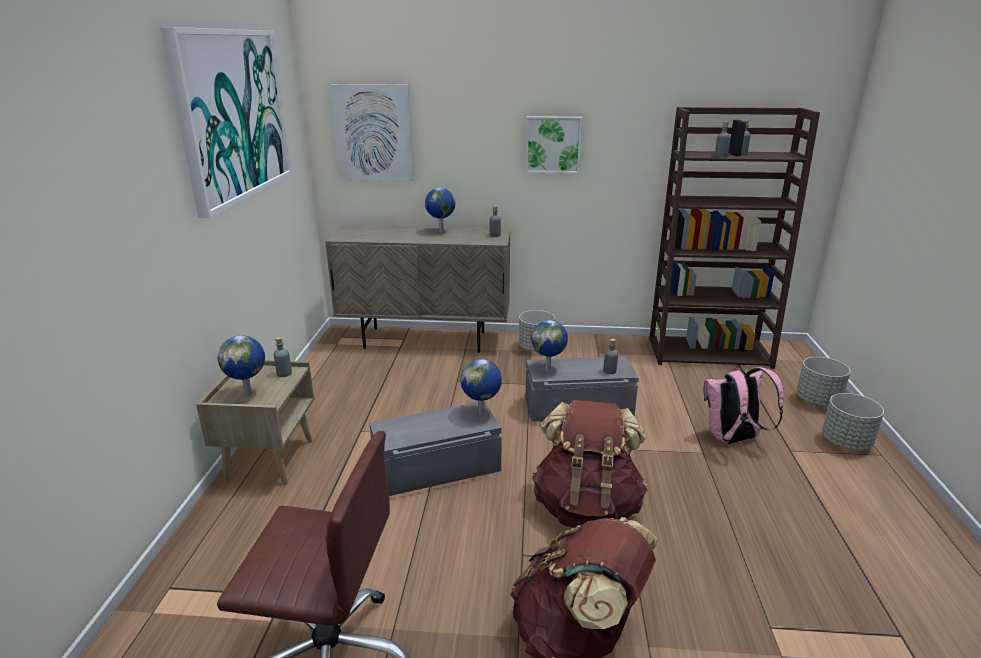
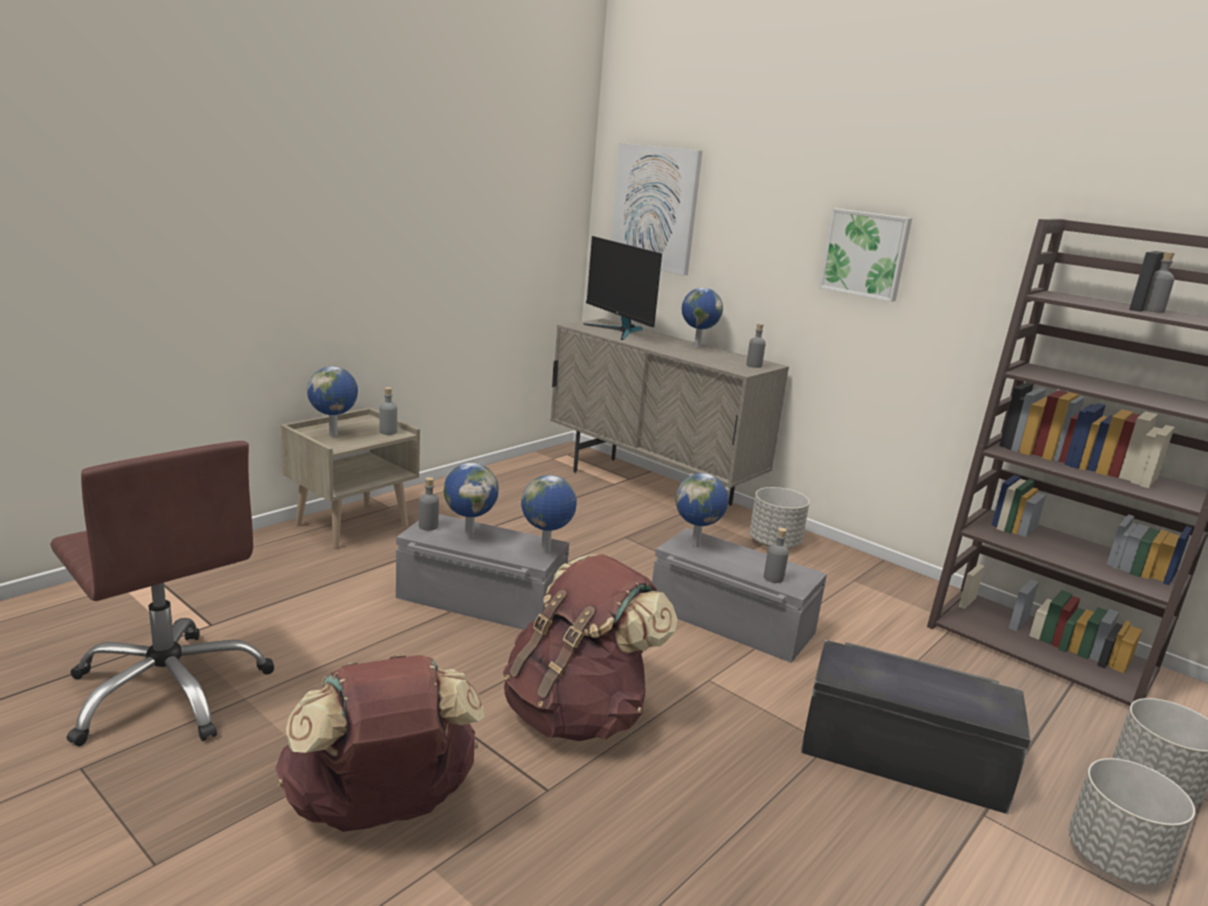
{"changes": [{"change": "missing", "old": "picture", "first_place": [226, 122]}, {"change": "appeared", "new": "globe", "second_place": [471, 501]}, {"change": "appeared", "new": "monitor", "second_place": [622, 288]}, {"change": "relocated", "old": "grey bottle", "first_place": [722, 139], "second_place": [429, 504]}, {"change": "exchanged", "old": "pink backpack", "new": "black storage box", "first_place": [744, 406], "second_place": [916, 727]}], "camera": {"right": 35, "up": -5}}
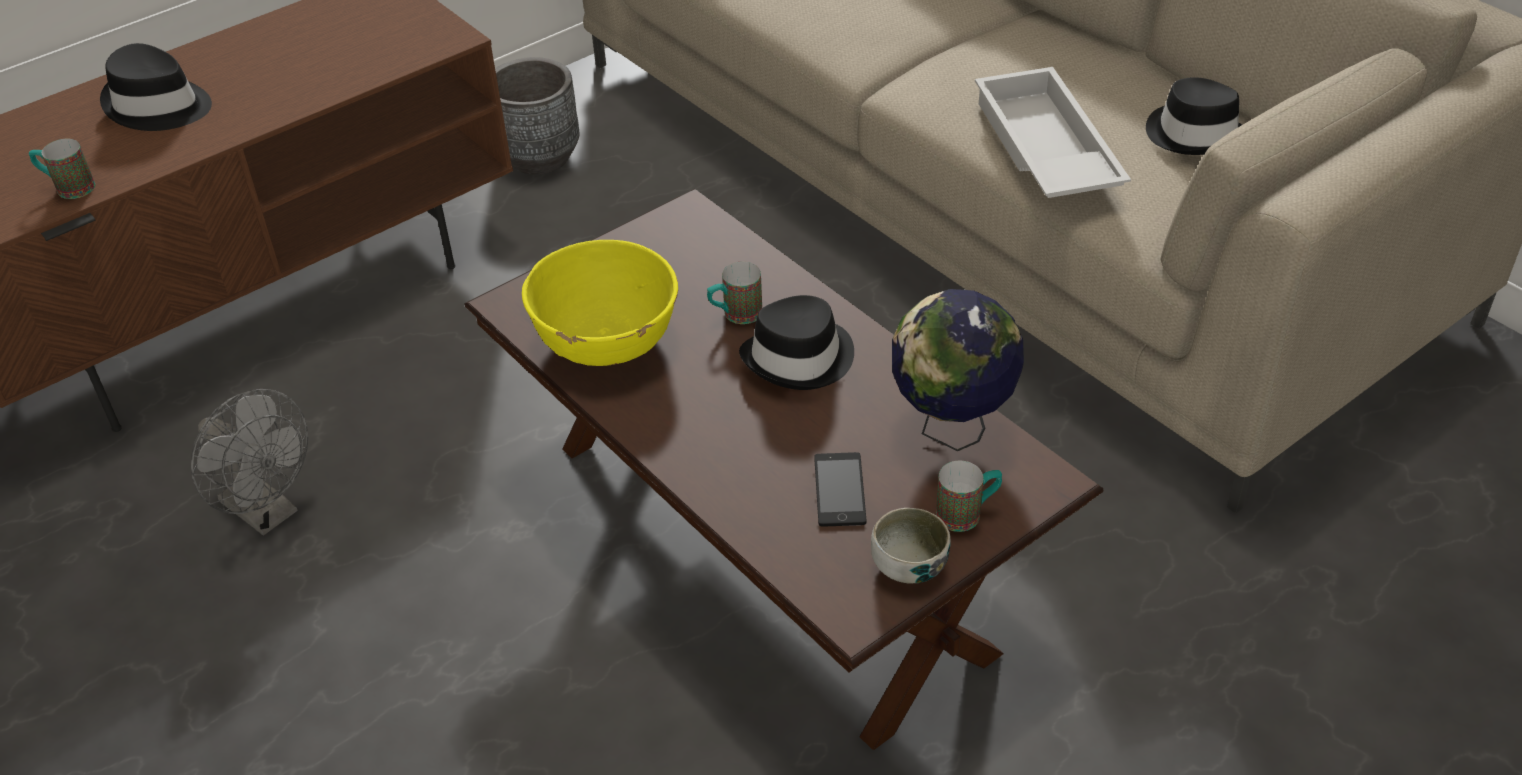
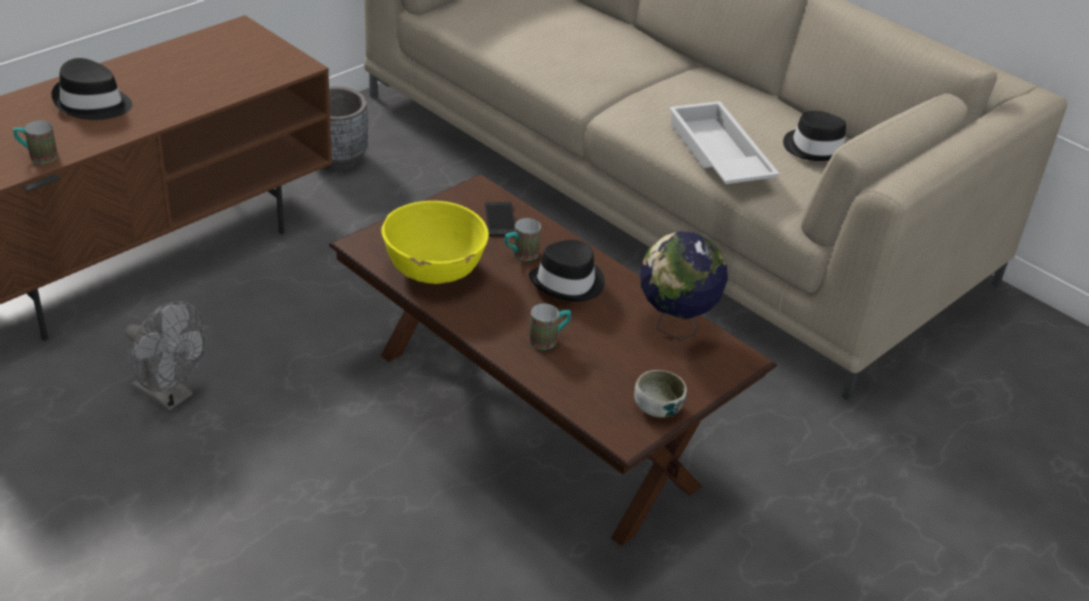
{"changes": [{"change": "relocated", "old": "phone", "first_place": [840, 489], "second_place": [500, 219]}, {"change": "relocated", "old": "mug", "first_place": [969, 496], "second_place": [550, 327]}], "camera": {"right": -10, "up": -5}}
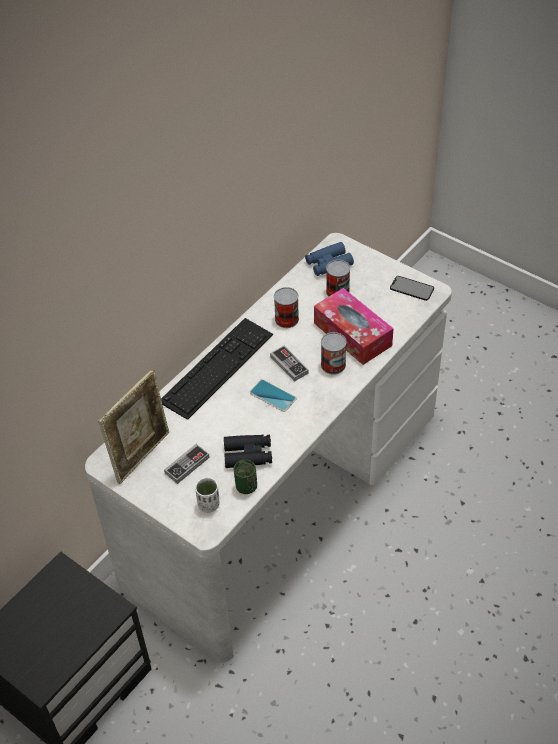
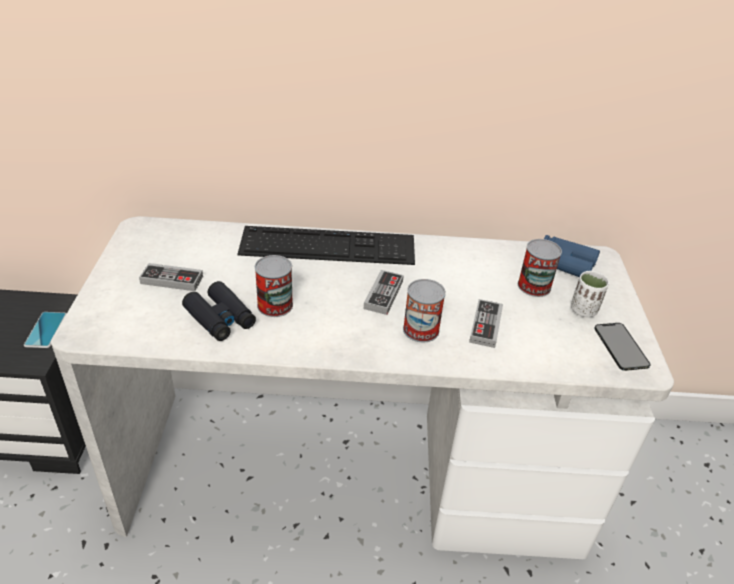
{"changes": [{"change": "missing", "old": "picture frame", "first_place": [133, 426]}, {"change": "missing", "old": "green cup", "first_place": [245, 477]}, {"change": "relocated", "old": "white cup", "first_place": [207, 495], "second_place": [590, 294]}, {"change": "relocated", "old": "phone", "first_place": [273, 395], "second_place": [45, 330]}, {"change": "relocated", "old": "can", "first_place": [286, 307], "second_place": [274, 286]}, {"change": "exchanged", "old": "tissue box", "new": "game controller", "first_place": [354, 326], "second_place": [486, 323]}], "camera": {"right": 50, "up": -10}}
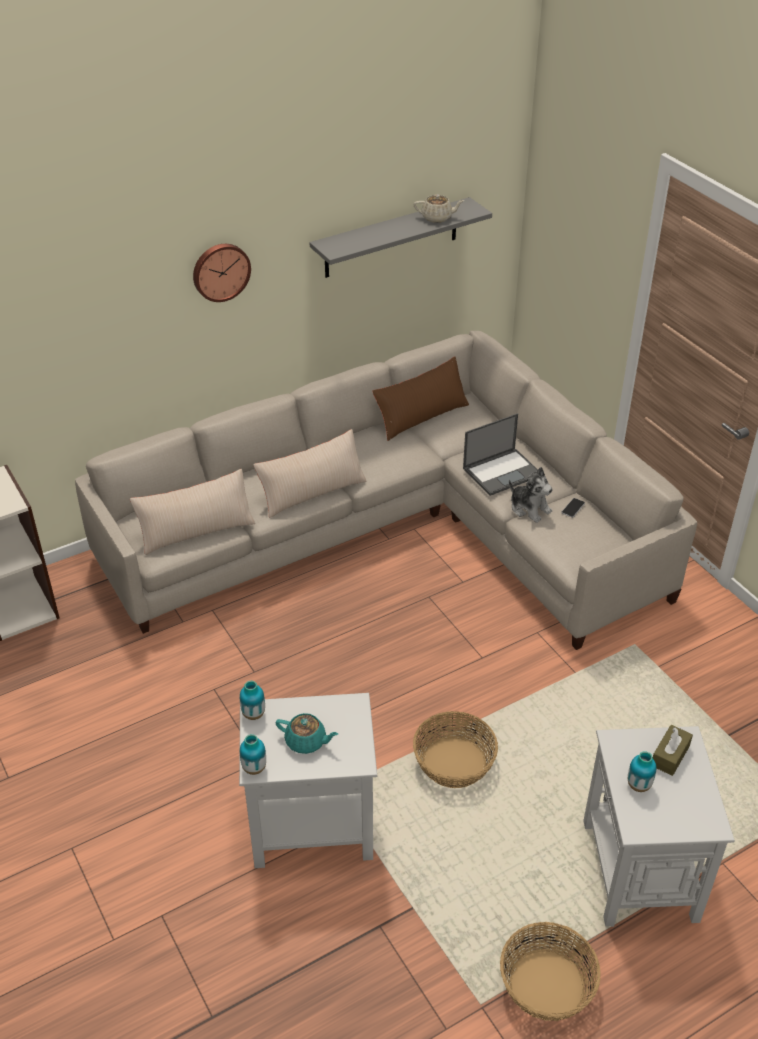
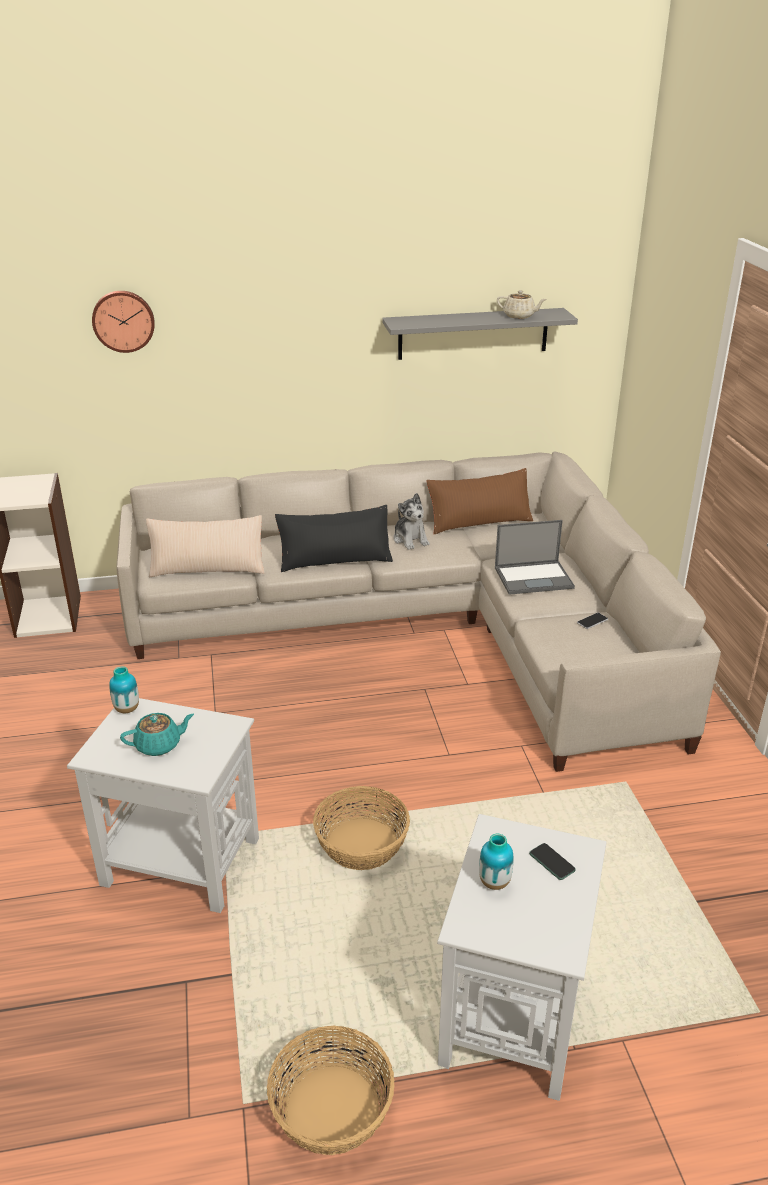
{"changes": [{"change": "missing", "old": "vase", "first_place": [253, 754]}, {"change": "relocated", "old": "wall clock", "first_place": [222, 273], "second_place": [123, 322]}, {"change": "relocated", "old": "plush toy", "first_place": [531, 495], "second_place": [411, 521]}, {"change": "exchanged", "old": "brown tissue box", "new": "phone", "first_place": [673, 750], "second_place": [552, 861]}, {"change": "colour", "old": "beige pillow", "new": "black pillow", "first_place": [309, 473], "second_place": [334, 538]}, {"change": "spun", "old": "turquoise teapot", "first_place": [307, 733], "second_place": [157, 734], "degrees": -60}], "camera": {"right": 20, "up": -10}}
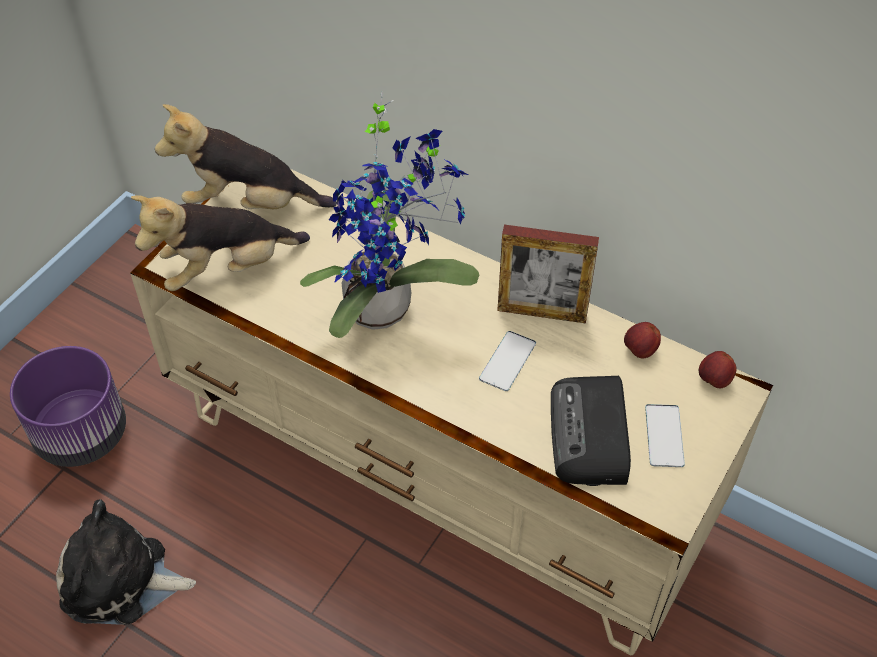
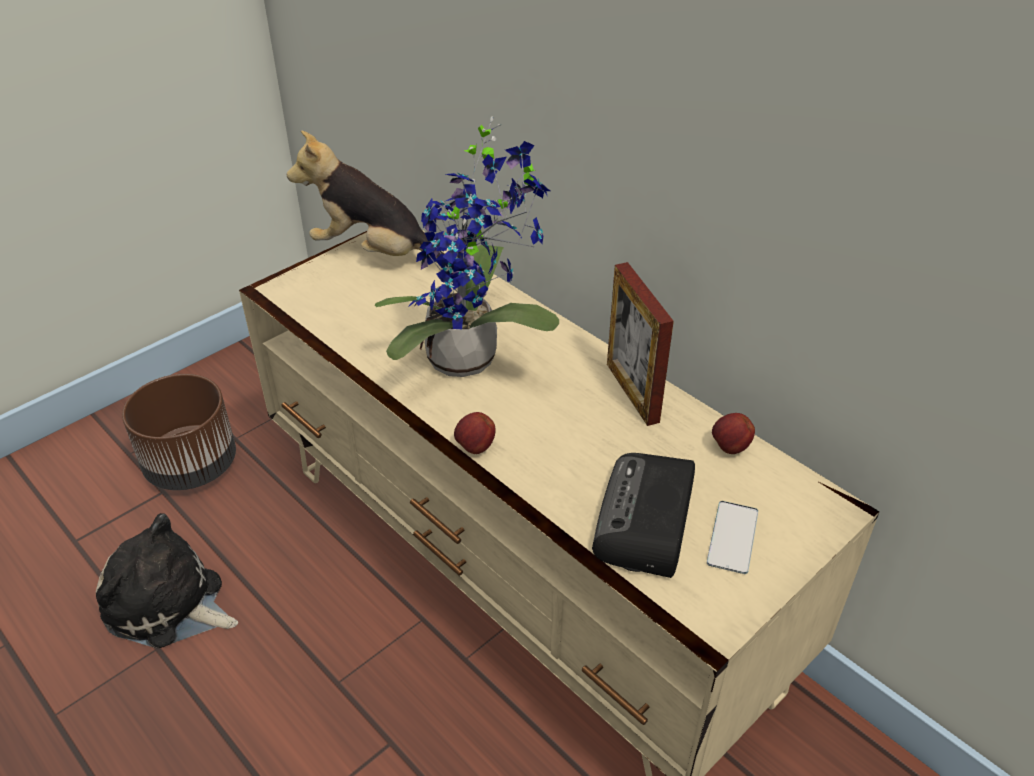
{"changes": [{"change": "missing", "old": "plush toy", "first_place": [220, 243]}, {"change": "missing", "old": "phone", "first_place": [507, 361]}, {"change": "relocated", "old": "apple", "first_place": [718, 369], "second_place": [474, 433]}, {"change": "colour", "old": "purple planter", "new": "brown planter", "first_place": [68, 406], "second_place": [179, 432]}, {"change": "spun", "old": "picture frame", "first_place": [548, 273], "second_place": [640, 344], "degrees": 45}], "camera": {"right": 15, "up": -10}}
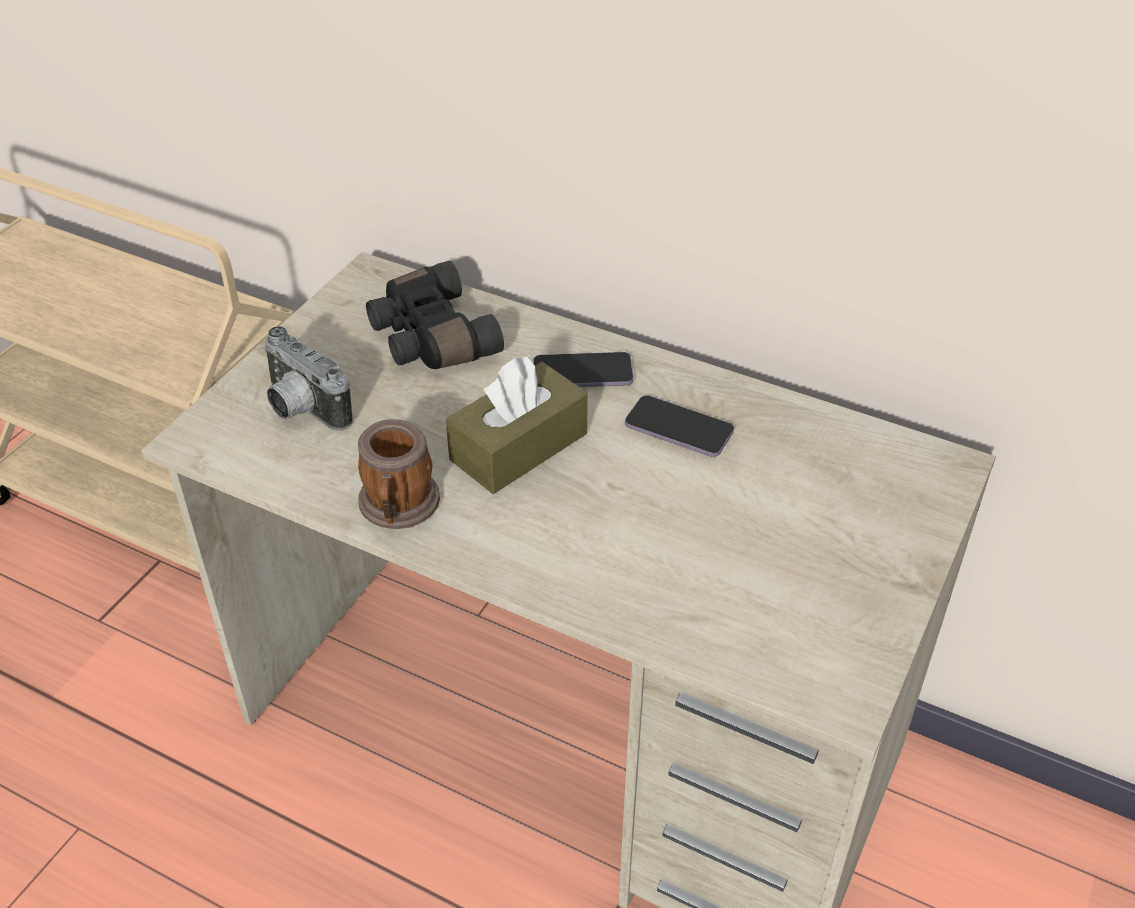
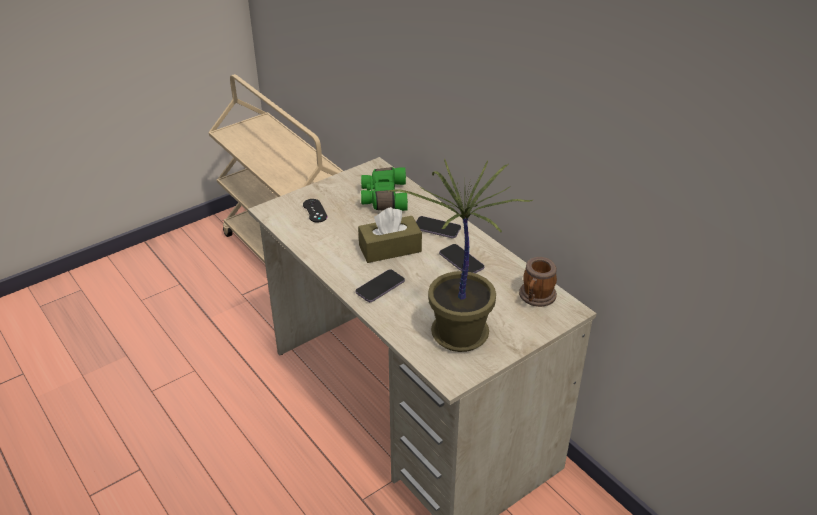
{"changes": [{"change": "appeared", "new": "phone", "second_place": [380, 285]}, {"change": "appeared", "new": "potted plant", "second_place": [461, 255]}, {"change": "relocated", "old": "mug", "first_place": [399, 474], "second_place": [538, 282]}, {"change": "exchanged", "old": "photo camera", "new": "black game controller", "first_place": [308, 378], "second_place": [315, 211]}, {"change": "colour", "old": "black binoculars", "new": "green binoculars", "first_place": [435, 315], "second_place": [384, 189]}], "camera": {"right": 25, "up": -5}}
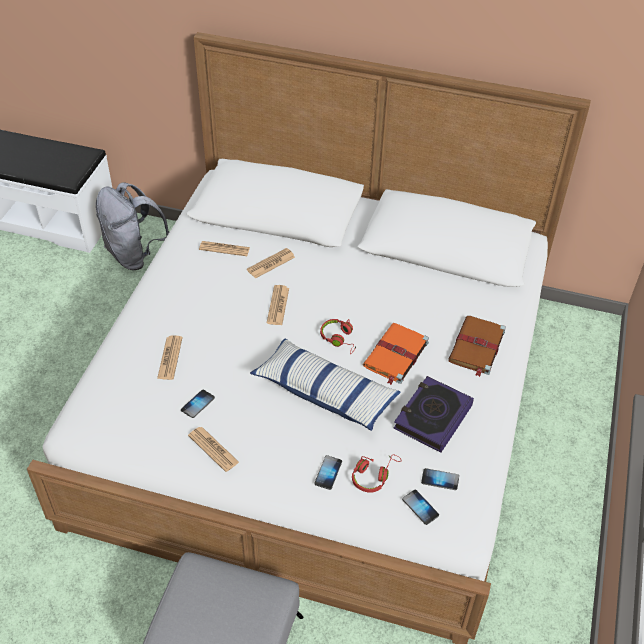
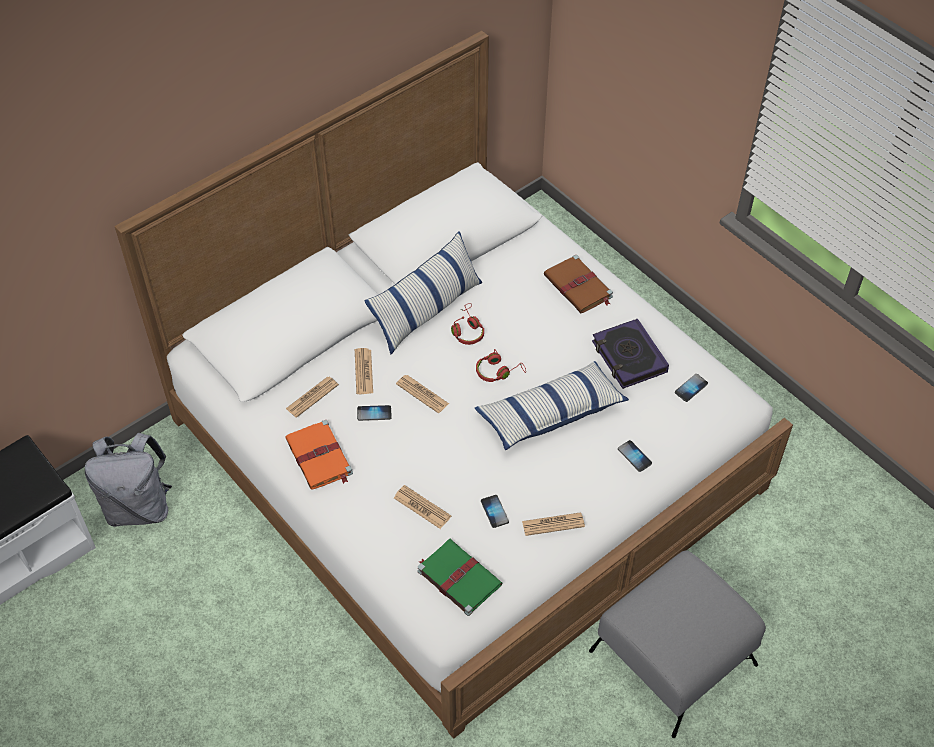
{"changes": [{"change": "appeared", "new": "pillow", "second_place": [423, 292]}, {"change": "appeared", "new": "green book", "second_place": [459, 577]}, {"change": "relocated", "old": "red headphones", "first_place": [376, 473], "second_place": [467, 324]}, {"change": "relocated", "old": "orange book", "first_place": [396, 354], "second_place": [319, 455]}, {"change": "relocated", "old": "phone", "first_place": [420, 507], "second_place": [374, 413]}], "camera": {"right": -55, "up": 5}}
